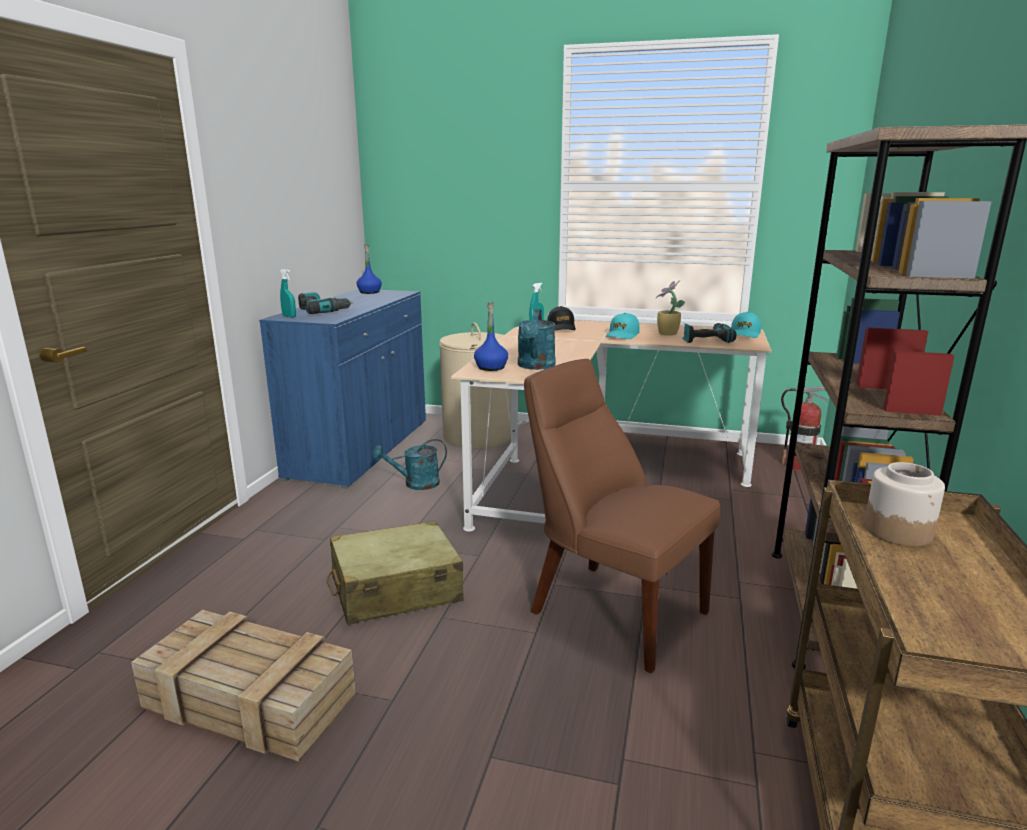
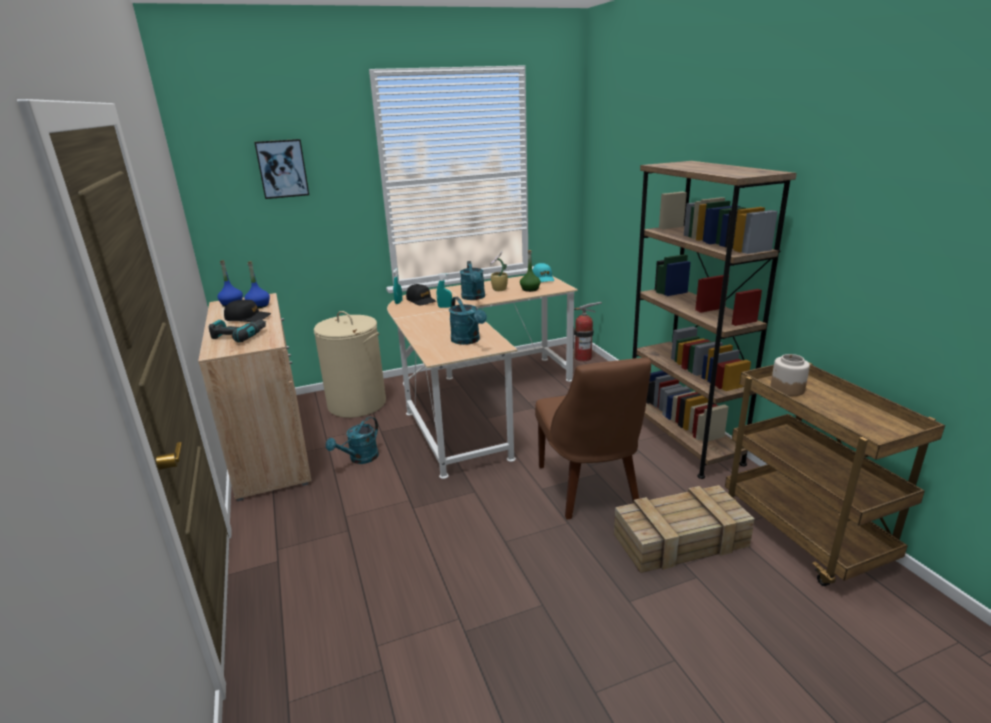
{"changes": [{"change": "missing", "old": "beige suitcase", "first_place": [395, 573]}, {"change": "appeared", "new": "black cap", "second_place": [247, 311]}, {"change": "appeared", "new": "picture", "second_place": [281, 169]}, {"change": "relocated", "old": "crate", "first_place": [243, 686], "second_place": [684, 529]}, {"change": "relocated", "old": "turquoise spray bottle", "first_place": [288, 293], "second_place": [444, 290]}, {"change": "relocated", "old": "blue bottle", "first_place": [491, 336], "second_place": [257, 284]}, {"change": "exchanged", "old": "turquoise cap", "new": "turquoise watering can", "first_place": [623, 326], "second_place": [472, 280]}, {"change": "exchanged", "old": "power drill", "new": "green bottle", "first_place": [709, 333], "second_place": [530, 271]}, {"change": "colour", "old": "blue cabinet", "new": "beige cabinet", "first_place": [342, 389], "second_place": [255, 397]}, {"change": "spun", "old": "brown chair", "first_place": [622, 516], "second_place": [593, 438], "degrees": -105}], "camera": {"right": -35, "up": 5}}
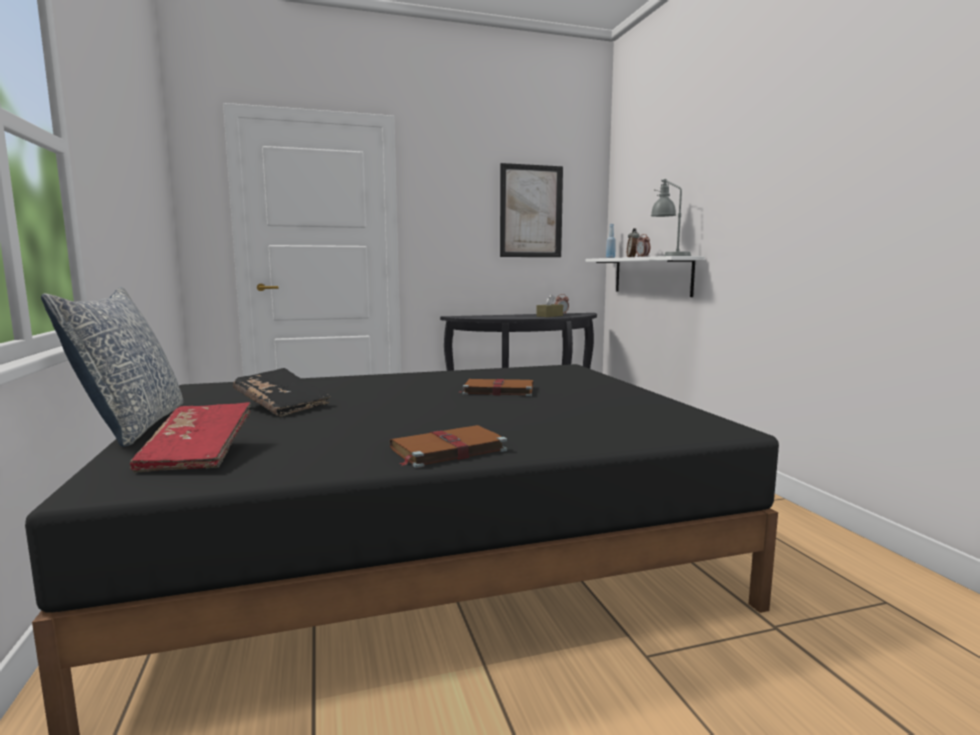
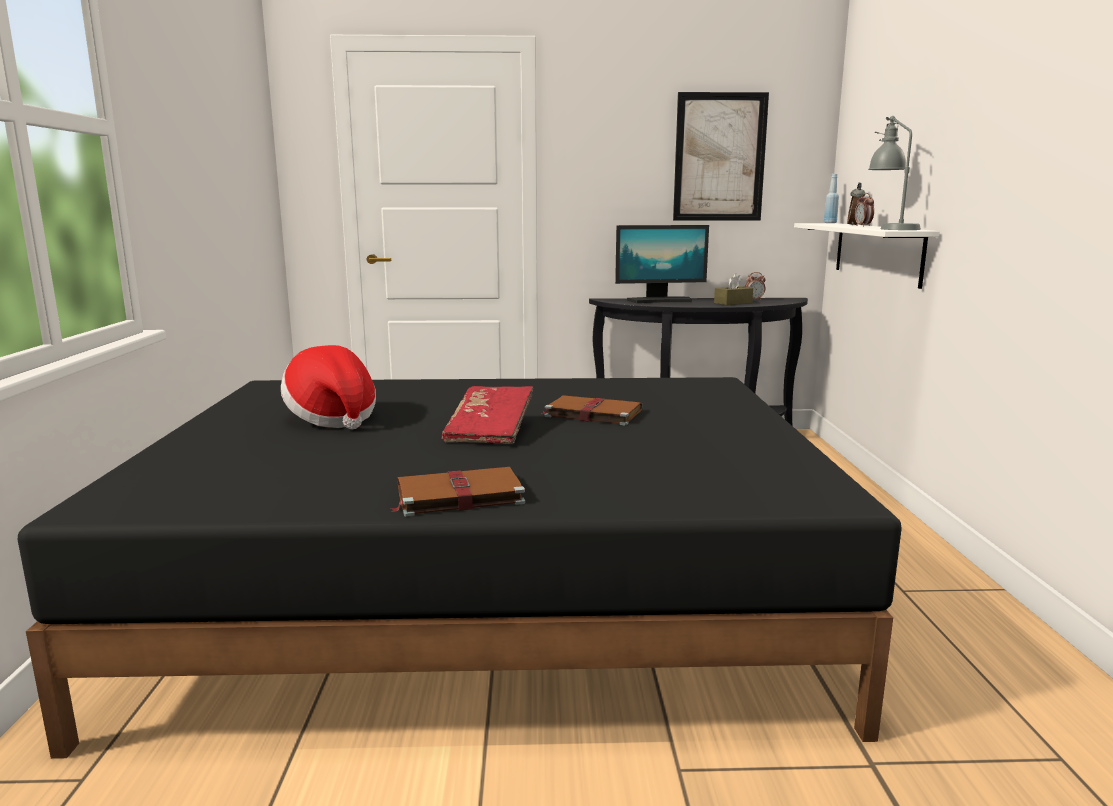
{"changes": [{"change": "missing", "old": "pillow", "first_place": [112, 367]}, {"change": "appeared", "new": "monitor", "second_place": [662, 264]}, {"change": "relocated", "old": "red book", "first_place": [190, 437], "second_place": [487, 415]}, {"change": "exchanged", "old": "black book", "new": "hat", "first_place": [282, 392], "second_place": [328, 387]}], "camera": {"right": 15, "up": 5}}
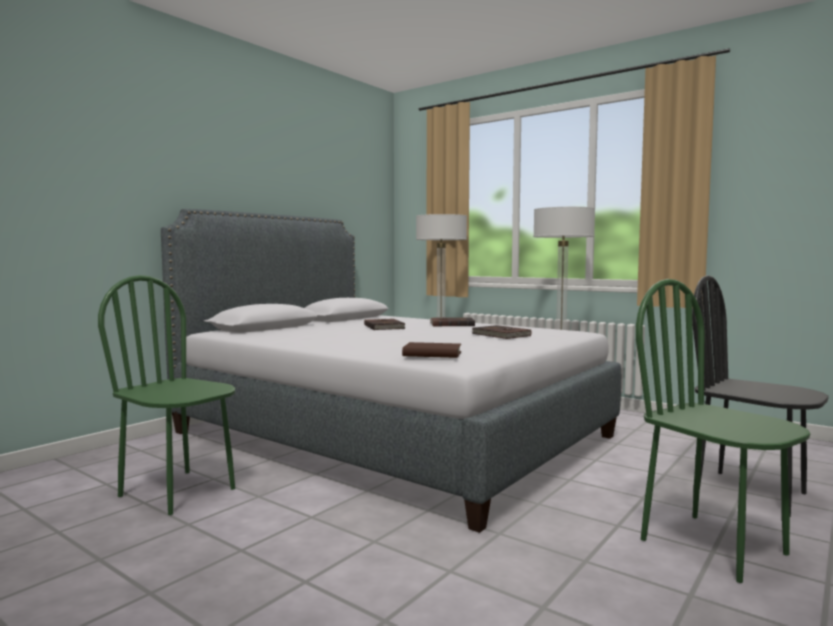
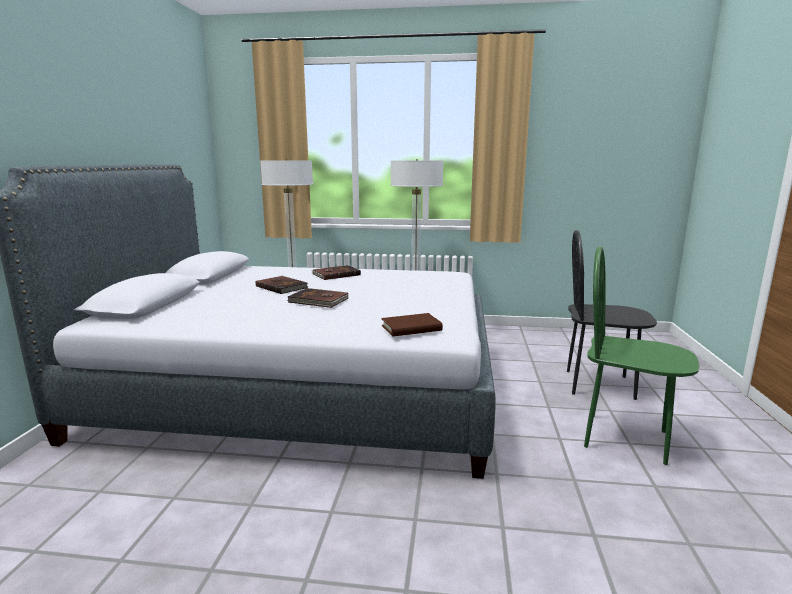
{"changes": [{"change": "missing", "old": "green chair", "first_place": [166, 395]}, {"change": "relocated", "old": "brown book", "first_place": [501, 332], "second_place": [317, 298]}], "camera": {"right": -30, "up": 10}}
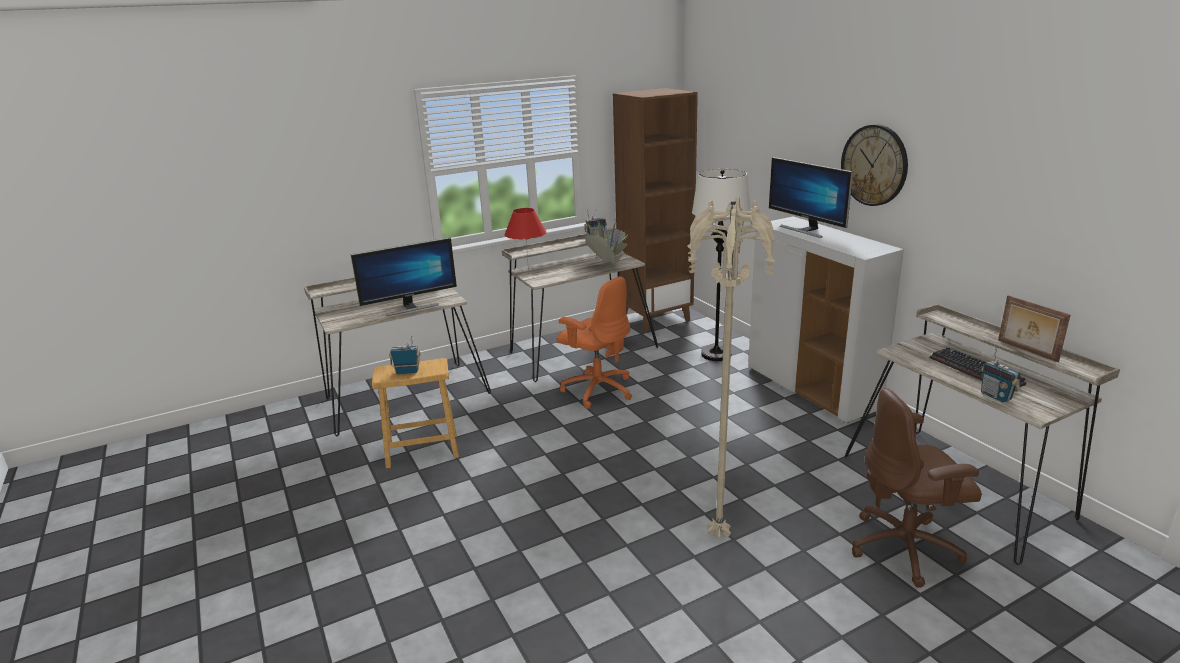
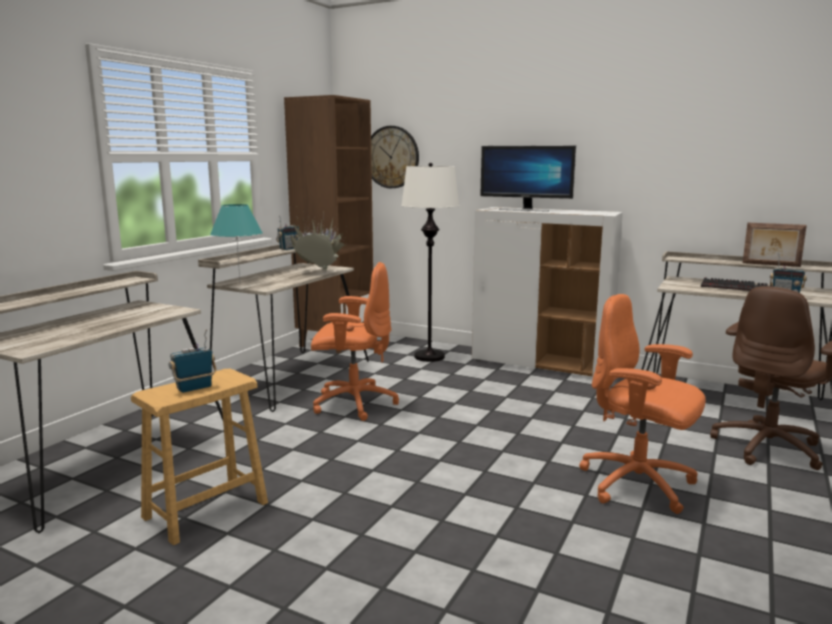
{"changes": [{"change": "missing", "old": "monitor", "first_place": [403, 276]}, {"change": "relocated", "old": "wall clock", "first_place": [874, 165], "second_place": [395, 157]}, {"change": "exchanged", "old": "beige floor lamp", "new": "orange office chair", "first_place": [731, 368], "second_place": [642, 404]}, {"change": "colour", "old": "red table lamp", "new": "turquoise table lamp", "first_place": [526, 241], "second_place": [236, 242]}], "camera": {"right": -35, "up": -10}}
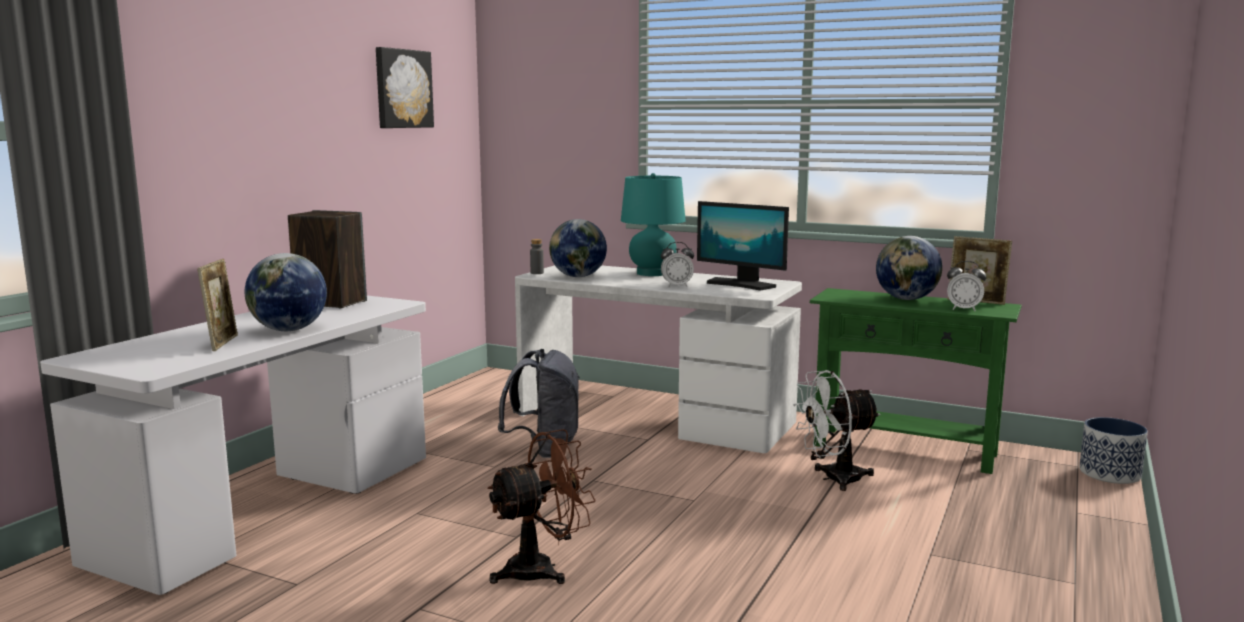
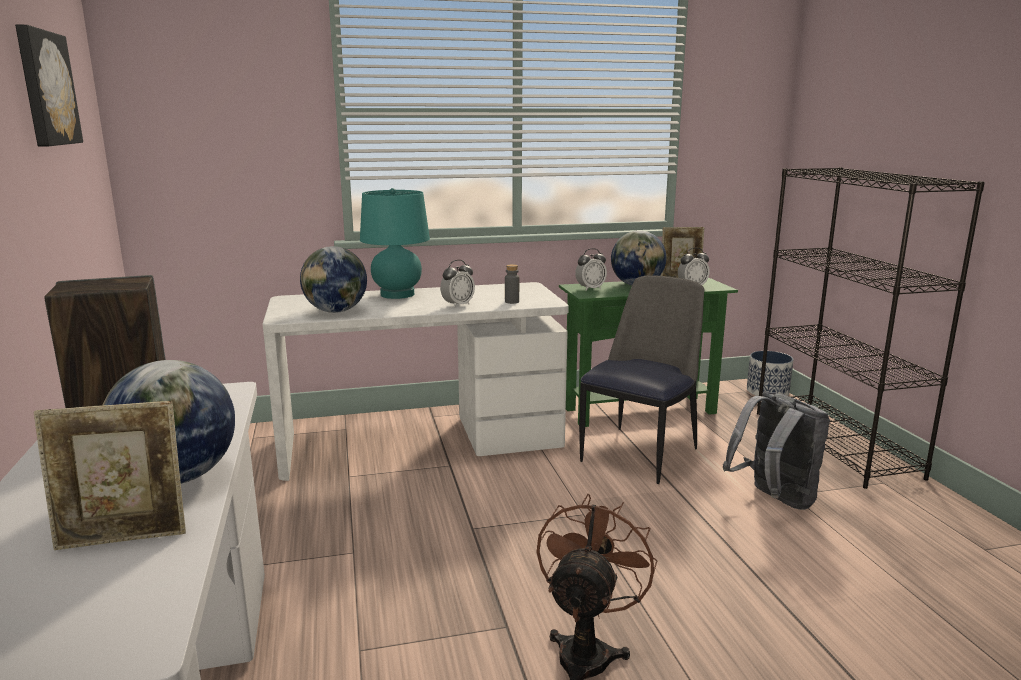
{"changes": [{"change": "missing", "old": "monitor", "first_place": [743, 246]}, {"change": "appeared", "new": "alarm clock", "second_place": [591, 269]}, {"change": "appeared", "new": "black bookcase", "second_place": [871, 328]}, {"change": "relocated", "old": "grey backpack", "first_place": [539, 403], "second_place": [776, 450]}, {"change": "relocated", "old": "grey bottle", "first_place": [537, 256], "second_place": [512, 284]}, {"change": "exchanged", "old": "white fan", "new": "chair", "first_place": [837, 430], "second_place": [641, 379]}, {"change": "spun", "old": "picture frame", "first_place": [218, 305], "second_place": [110, 475], "degrees": 120}], "camera": {"right": -40, "up": 5}}
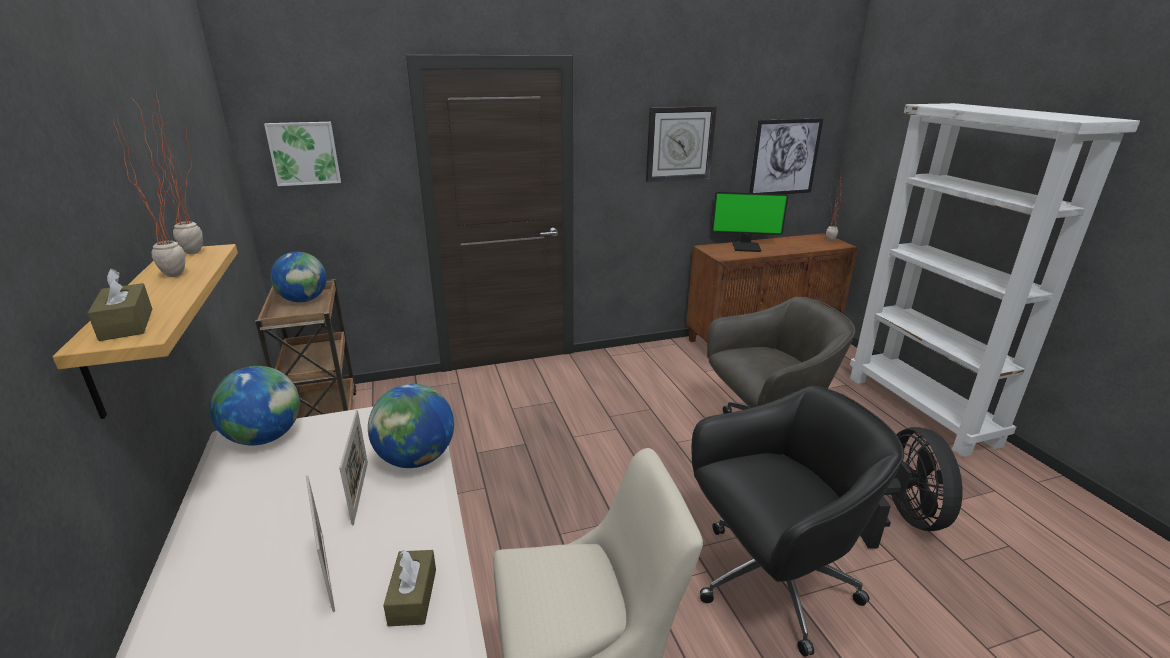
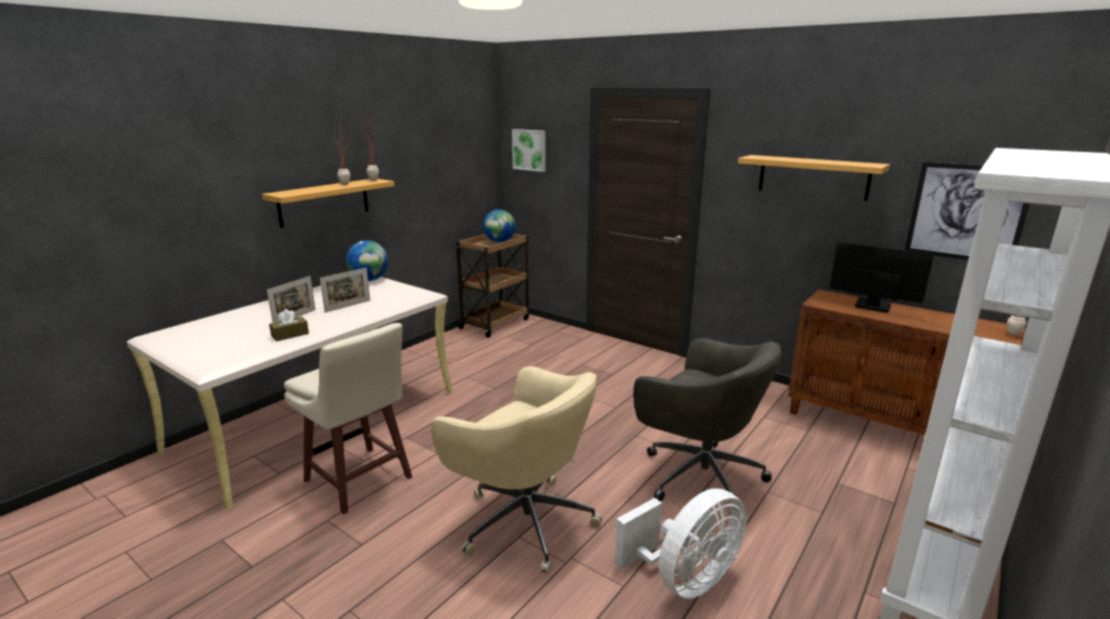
{"changes": [{"change": "missing", "old": "brown tissue box", "first_place": [119, 305]}, {"change": "missing", "old": "globe", "first_place": [411, 426]}, {"change": "exchanged", "old": "wall clock", "new": "shelf", "first_place": [681, 144], "second_place": [814, 178]}, {"change": "colour", "old": "black office chair", "new": "beige office chair", "first_place": [798, 521], "second_place": [516, 470]}, {"change": "colour", "old": "black fan", "new": "white fan", "first_place": [911, 488], "second_place": [681, 543]}, {"change": "spun", "old": "monitor", "first_place": [750, 222], "second_place": [882, 277], "degrees": 150}], "camera": {"right": 55, "up": -5}}
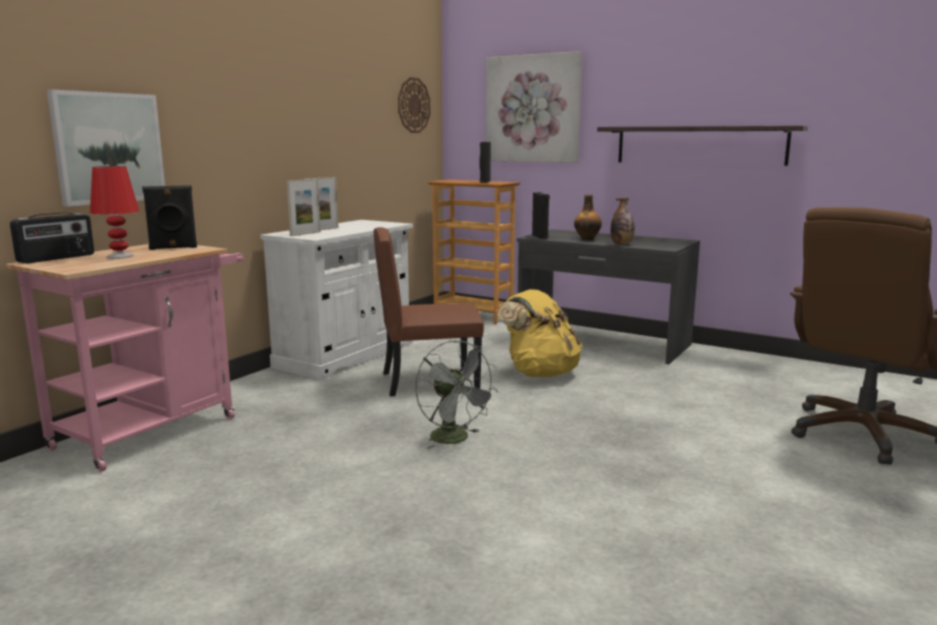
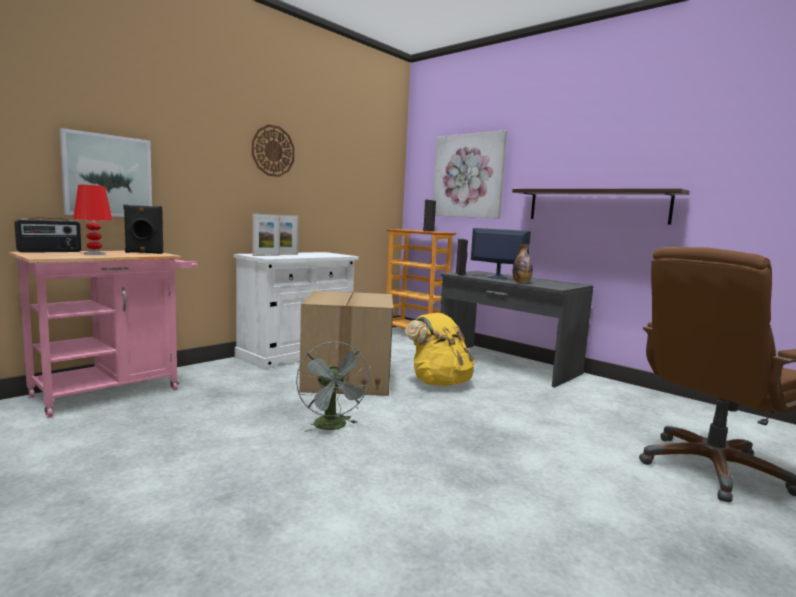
{"changes": [{"change": "relocated", "old": "wall clock", "first_place": [414, 105], "second_place": [273, 150]}, {"change": "exchanged", "old": "brown chair", "new": "cardboard box", "first_place": [428, 312], "second_place": [346, 343]}, {"change": "exchanged", "old": "bottle", "new": "monitor", "first_place": [588, 217], "second_place": [501, 254]}], "camera": {"right": 10, "up": -5}}
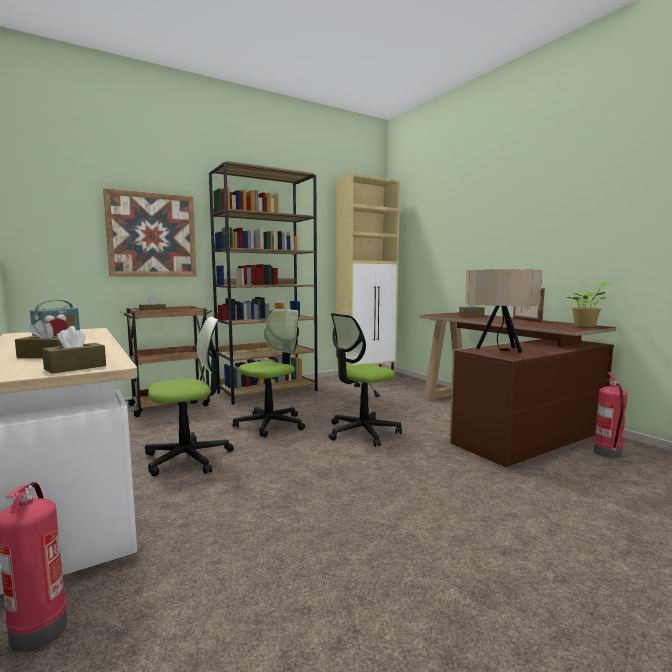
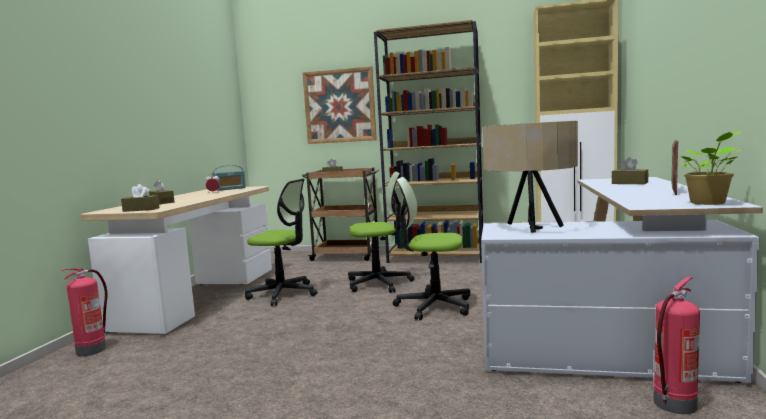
{"changes": [{"change": "colour", "old": "brown desk", "new": "white desk", "first_place": [518, 389], "second_place": [622, 280]}], "camera": {"right": 45, "up": 0}}
